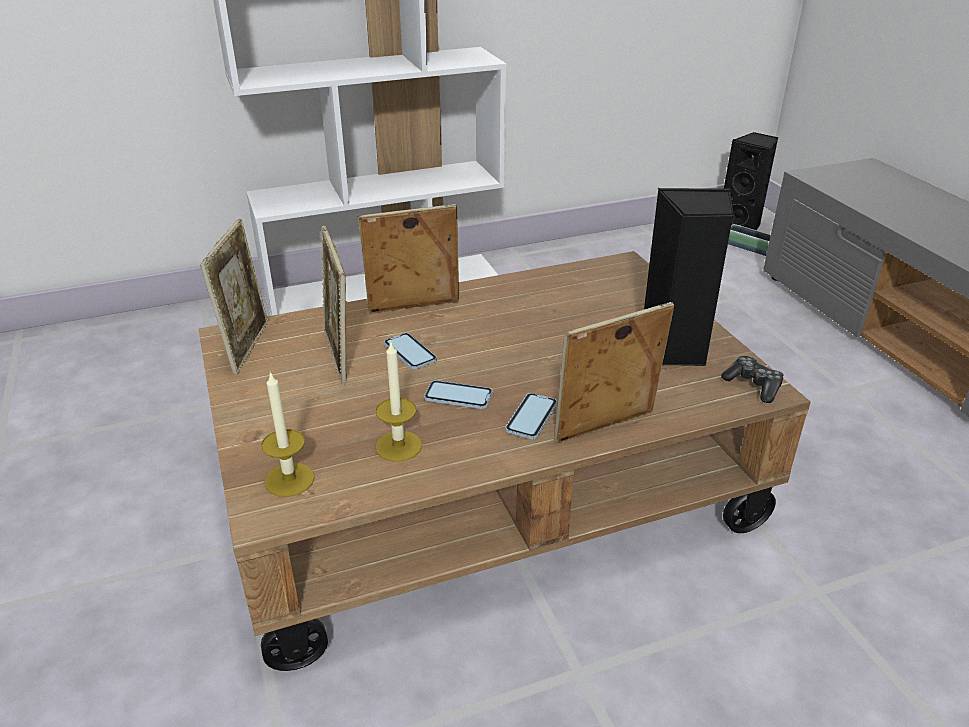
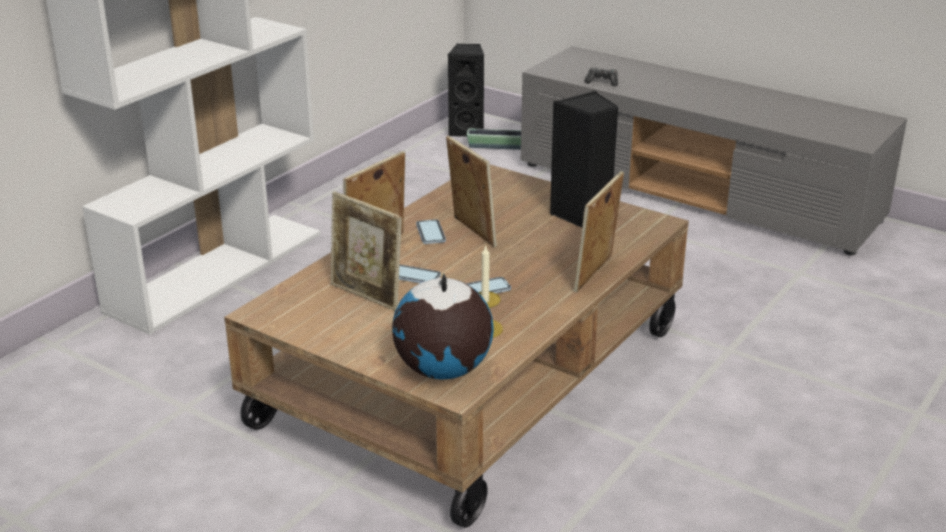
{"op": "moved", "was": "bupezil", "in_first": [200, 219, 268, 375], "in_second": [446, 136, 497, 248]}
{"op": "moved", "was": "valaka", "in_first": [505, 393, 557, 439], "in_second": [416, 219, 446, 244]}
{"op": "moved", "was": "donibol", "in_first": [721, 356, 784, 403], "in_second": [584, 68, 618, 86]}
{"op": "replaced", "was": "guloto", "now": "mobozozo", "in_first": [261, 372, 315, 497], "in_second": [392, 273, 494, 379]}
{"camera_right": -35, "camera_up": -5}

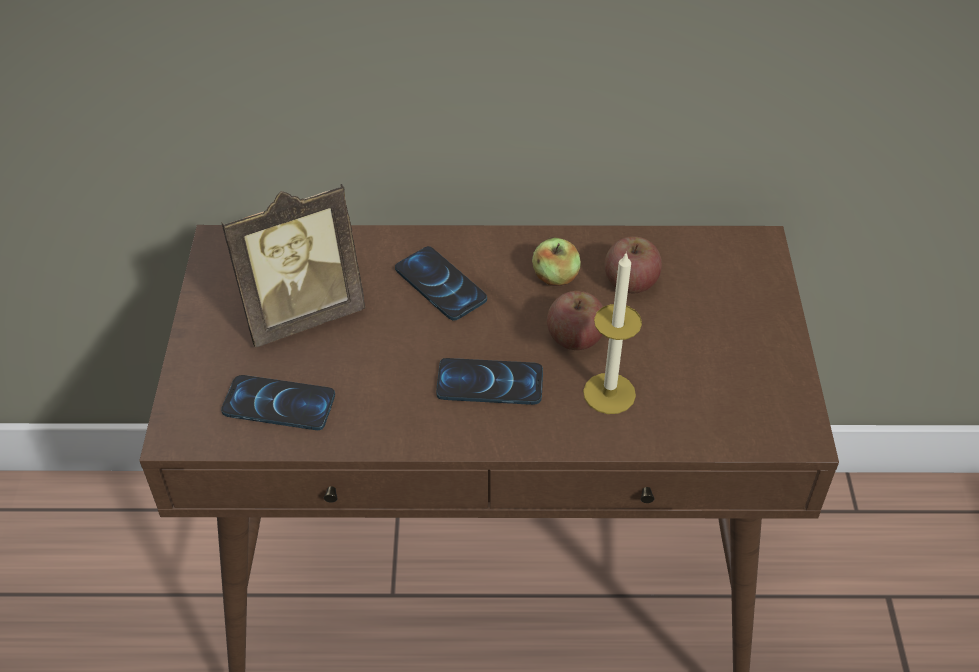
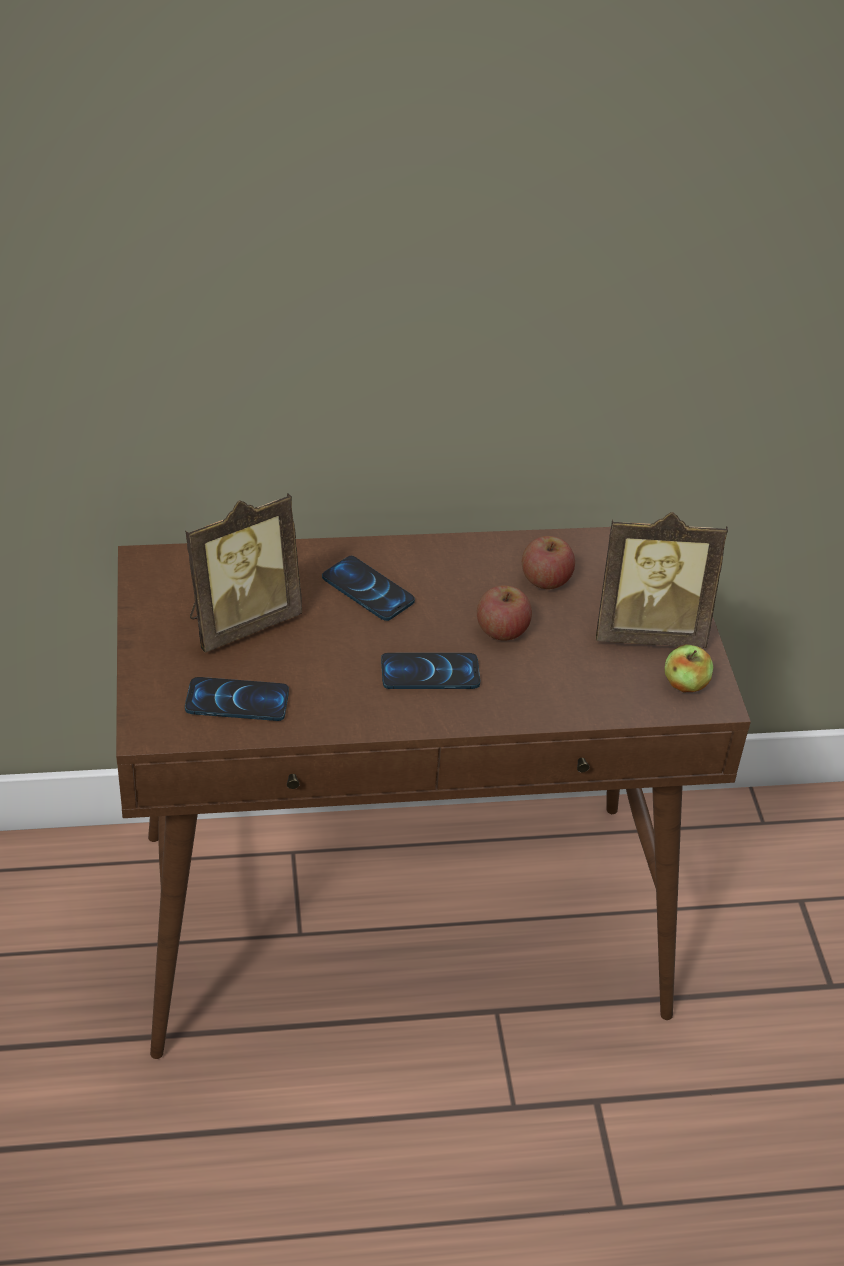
{"op": "removed", "was": "guloto", "in_first": [583, 252, 642, 414]}
{"op": "added", "now": "bupezil", "in_second": [596, 512, 728, 648]}
{"op": "moved", "was": "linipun", "in_first": [532, 237, 581, 286], "in_second": [664, 644, 713, 692]}
{"camera_right": -10, "camera_up": -5}

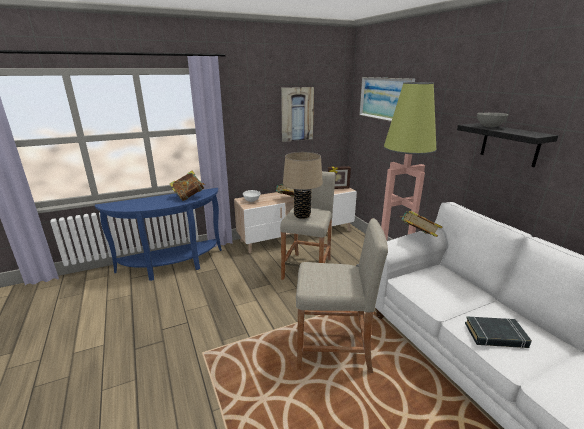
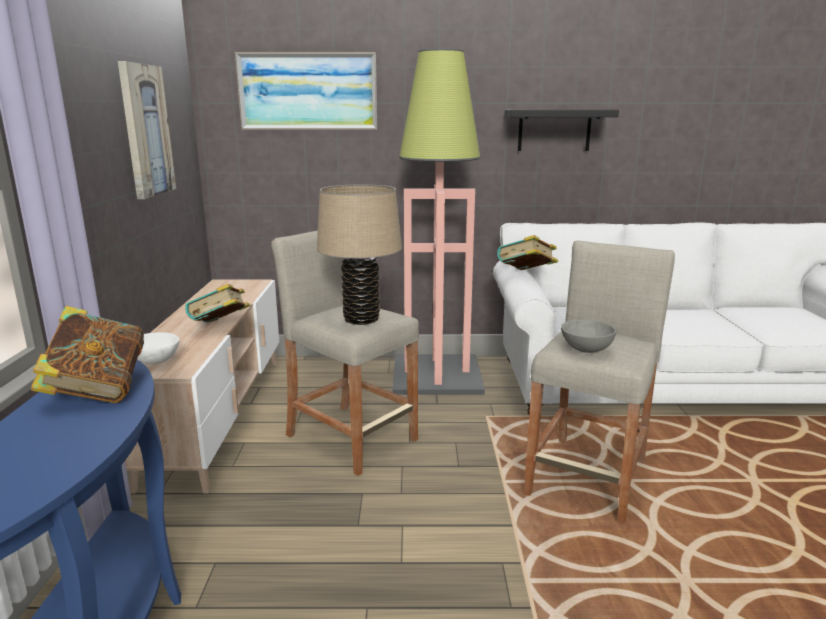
{"op": "removed", "was": "bupezil", "in_first": [328, 166, 351, 189]}
{"op": "removed", "was": "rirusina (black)", "in_first": [465, 316, 532, 349]}
{"op": "moved", "was": "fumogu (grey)", "in_first": [477, 113, 508, 127], "in_second": [561, 319, 617, 353]}
{"camera_right": -65, "camera_up": -5}

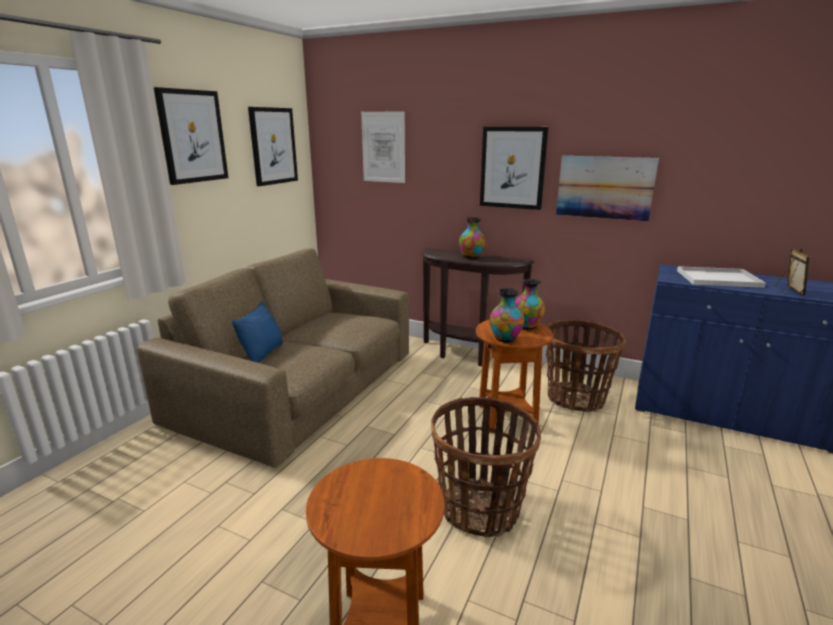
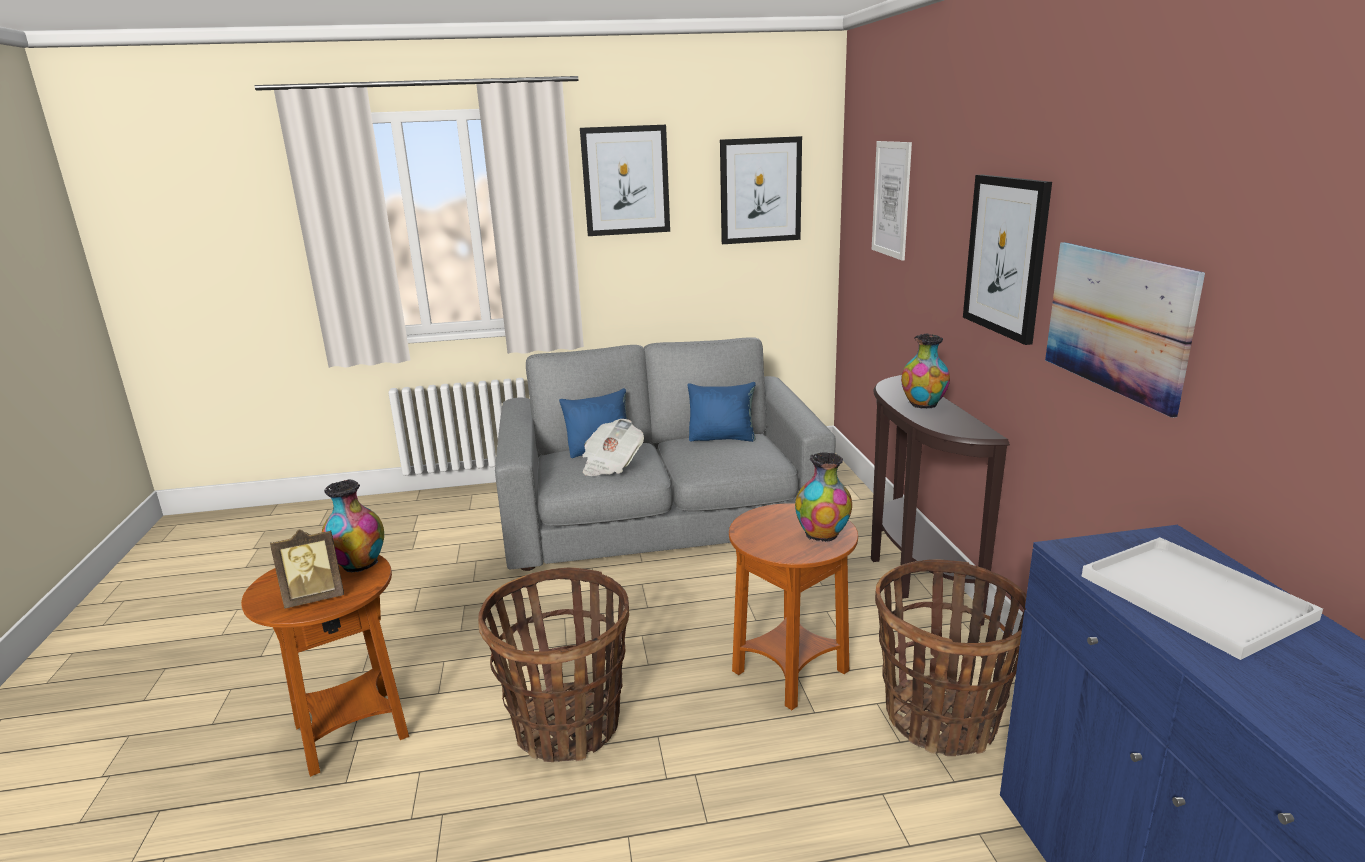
{"op": "added", "now": "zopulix", "in_second": [582, 419, 644, 476]}
{"op": "added", "now": "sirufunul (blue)", "in_second": [687, 382, 756, 442]}
{"op": "moved", "was": "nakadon", "in_first": [490, 288, 524, 343], "in_second": [322, 479, 384, 573]}
{"op": "moved", "was": "bupezil", "in_first": [774, 248, 809, 296], "in_second": [270, 529, 344, 609]}
{"op": "recoloured", "was": "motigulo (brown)", "now": "motigulo (grey)", "in_first": [137, 248, 409, 468], "in_second": [495, 337, 836, 571]}
{"camera_right": 55, "camera_up": 0}

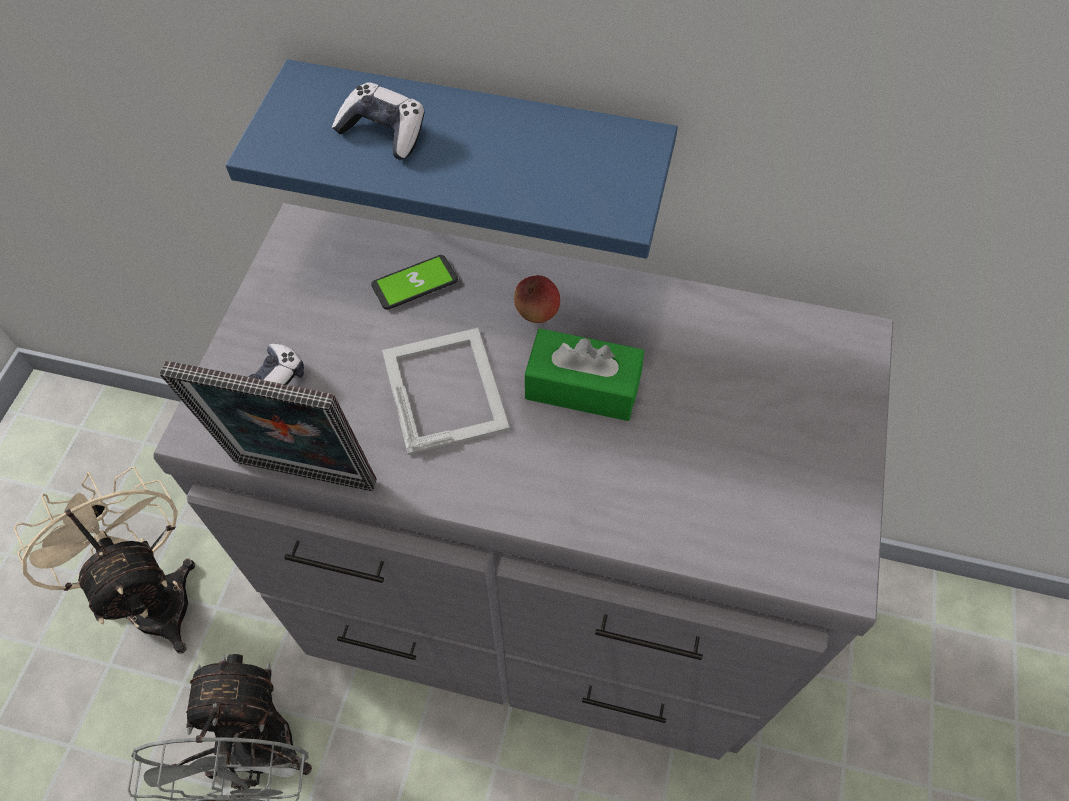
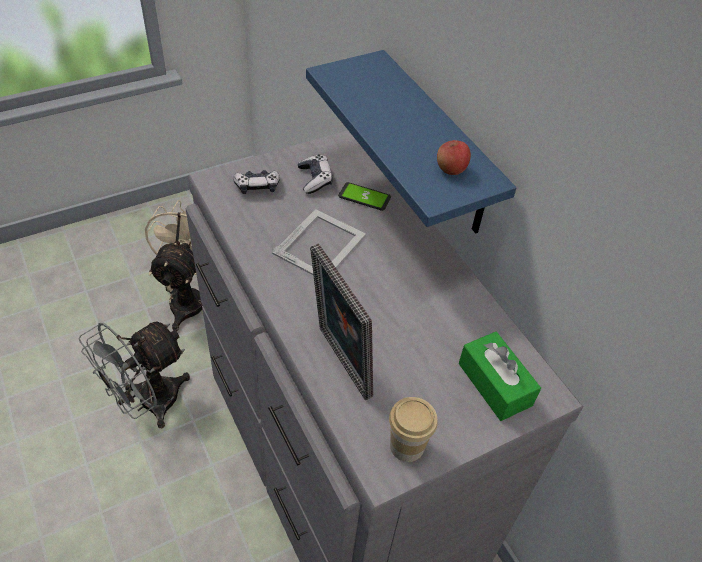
{"op": "added", "now": "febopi", "in_second": [389, 397, 438, 462]}
{"op": "moved", "was": "bupezil", "in_first": [159, 361, 377, 491], "in_second": [310, 243, 373, 400]}
{"op": "moved", "was": "donibol", "in_first": [332, 82, 424, 159], "in_second": [298, 154, 333, 194]}
{"op": "moved", "was": "linipun", "in_first": [514, 275, 560, 323], "in_second": [437, 140, 471, 175]}
{"op": "moved", "was": "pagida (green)", "in_first": [525, 328, 644, 421], "in_second": [459, 332, 541, 421]}
{"camera_right": 45, "camera_up": -10}

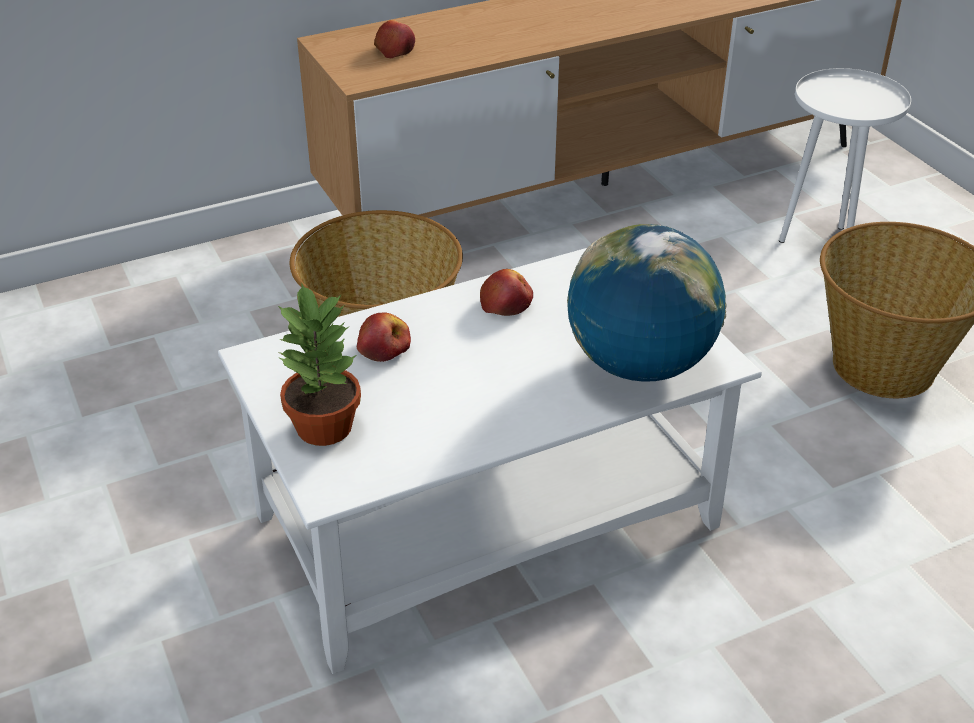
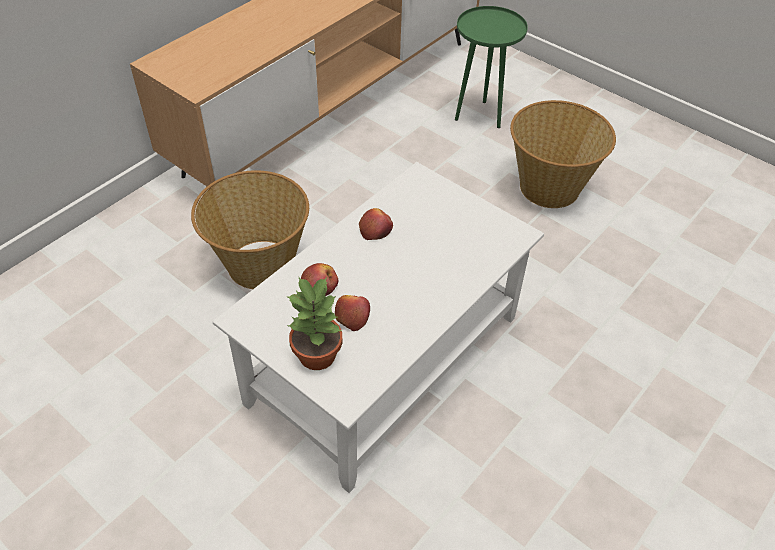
{"op": "removed", "was": "mobozozo", "in_first": [567, 224, 726, 382]}
{"op": "moved", "was": "linipun", "in_first": [374, 20, 415, 59], "in_second": [335, 295, 370, 331]}
{"op": "recoloured", "was": "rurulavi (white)", "now": "rurulavi (green)", "in_first": [779, 68, 911, 243], "in_second": [455, 6, 528, 128]}
{"camera_right": -25, "camera_up": 10}

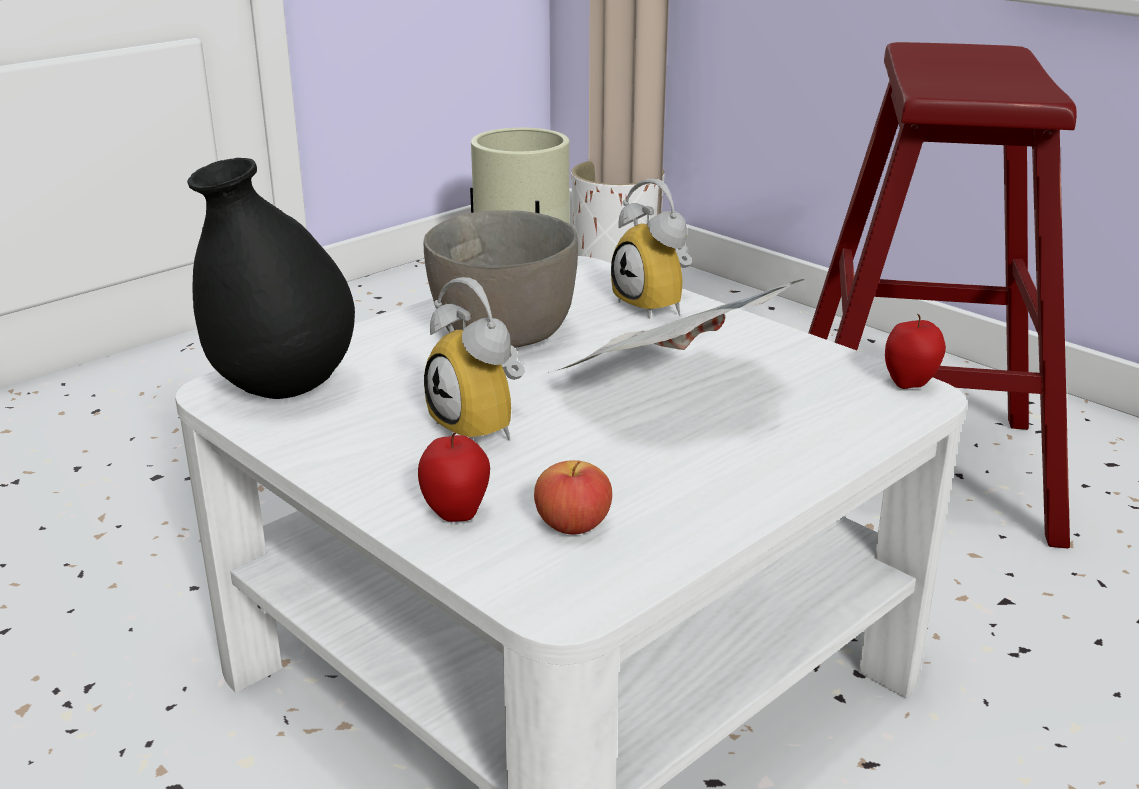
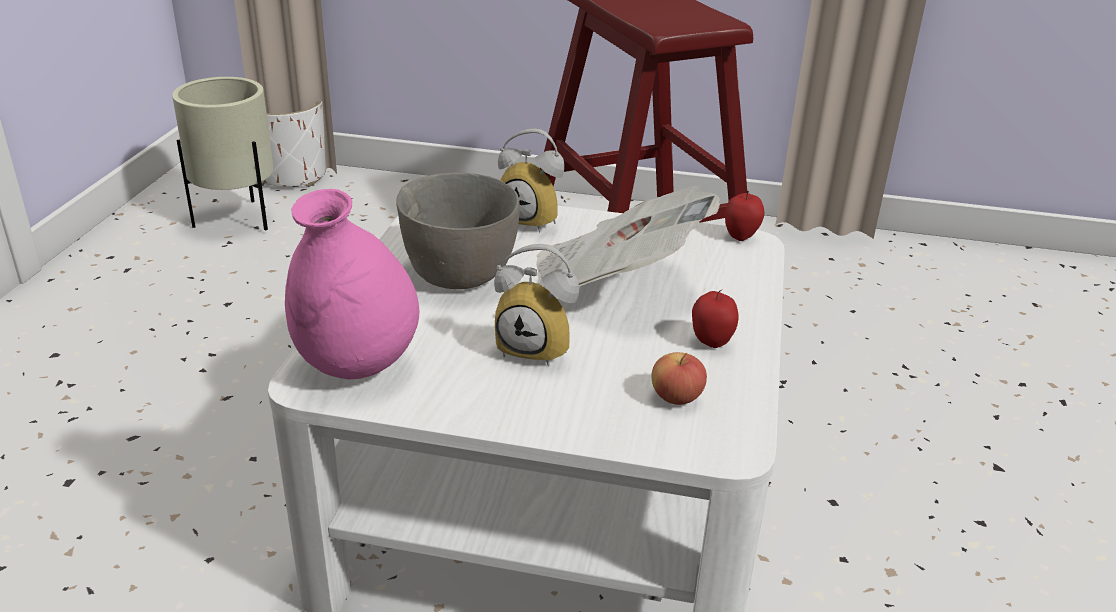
{"op": "moved", "was": "linipun", "in_first": [418, 432, 490, 522], "in_second": [692, 289, 739, 348]}
{"op": "recoloured", "was": "nakadon (black)", "now": "nakadon (pink)", "in_first": [187, 158, 355, 399], "in_second": [285, 189, 419, 380]}
{"camera_right": -35, "camera_up": 5}

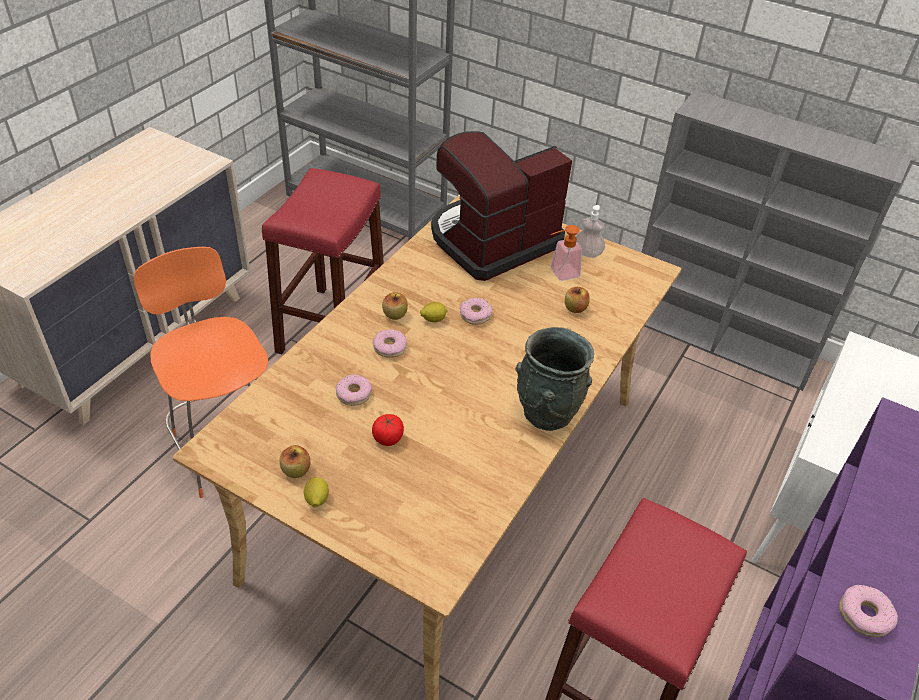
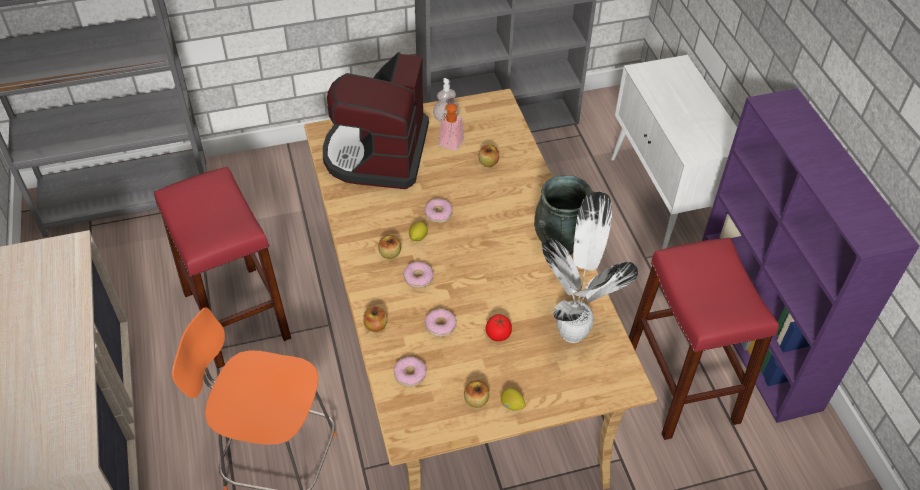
{"op": "added", "now": "linipun", "in_second": [363, 306, 388, 332]}
{"op": "added", "now": "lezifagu", "in_second": [542, 192, 638, 343]}
{"op": "moved", "was": "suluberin", "in_first": [839, 585, 898, 637], "in_second": [394, 356, 427, 387]}
{"camera_right": -45, "camera_up": 5}

